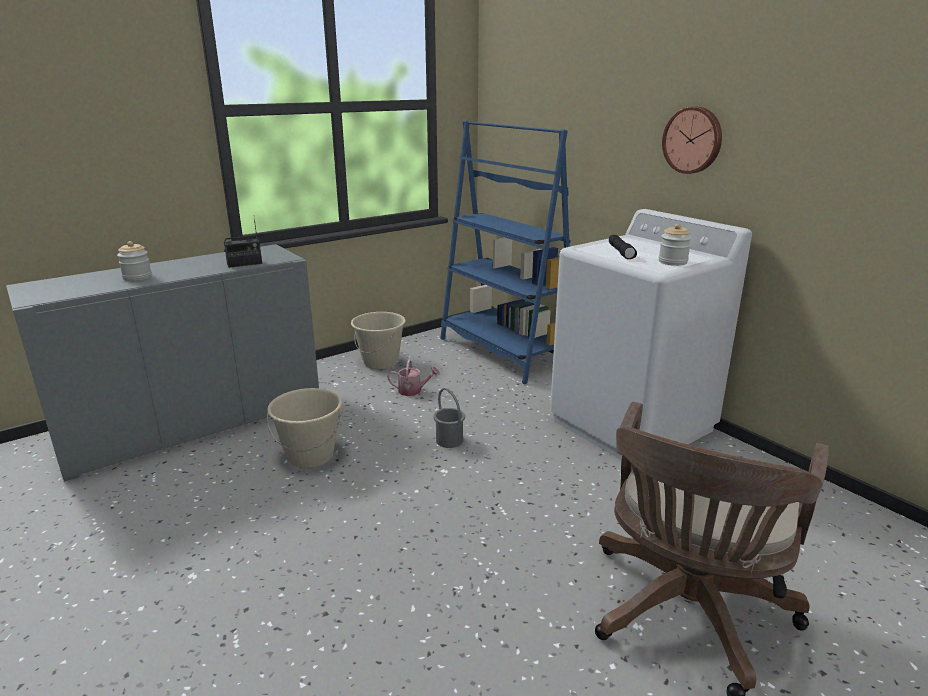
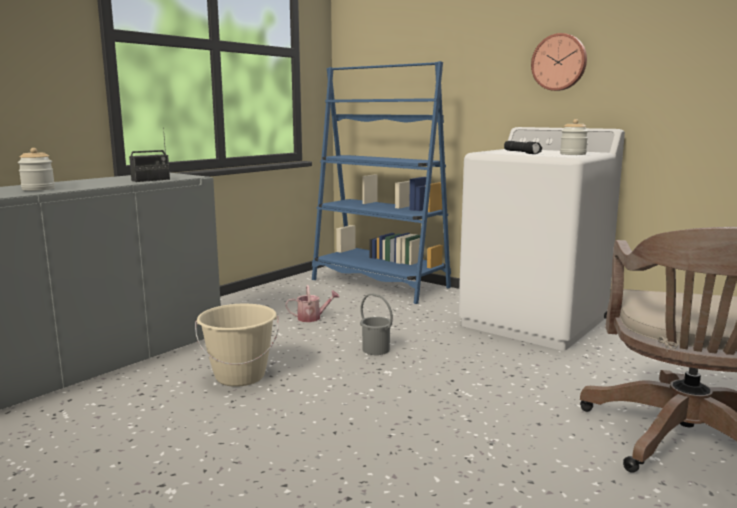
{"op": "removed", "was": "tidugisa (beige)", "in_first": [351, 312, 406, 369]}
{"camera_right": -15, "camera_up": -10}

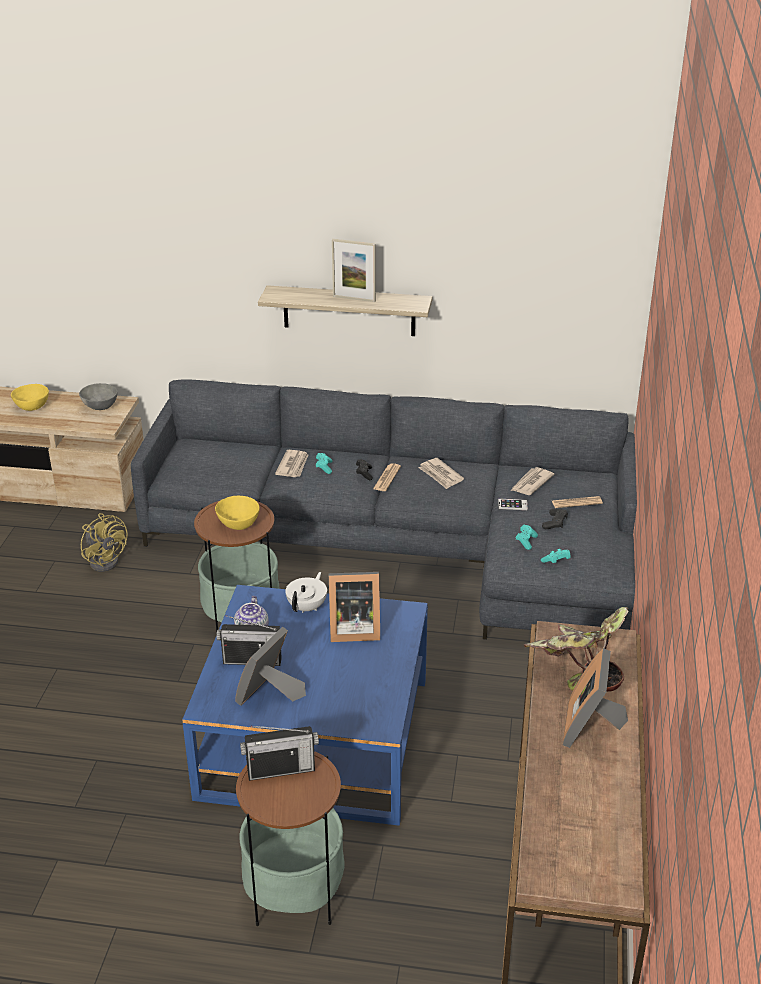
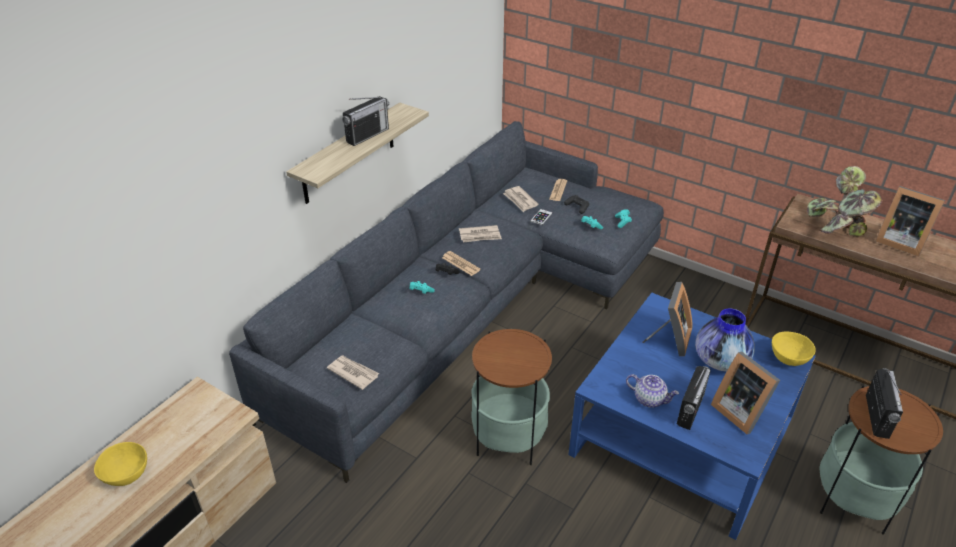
{"op": "removed", "was": "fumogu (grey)", "in_first": [79, 383, 118, 410]}
{"op": "removed", "was": "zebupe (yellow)", "in_first": [81, 513, 128, 572]}
{"op": "removed", "was": "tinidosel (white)", "in_first": [285, 572, 327, 613]}
{"op": "added", "now": "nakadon", "in_second": [695, 309, 755, 371]}
{"op": "moved", "was": "fumogu (yellow)", "in_first": [215, 496, 260, 530], "in_second": [772, 331, 816, 366]}
{"op": "moved", "was": "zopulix", "in_first": [275, 450, 308, 477], "in_second": [327, 356, 379, 390]}
{"op": "replaced", "was": "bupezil", "now": "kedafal", "in_first": [332, 239, 376, 302], "in_second": [342, 96, 389, 146]}
{"camera_right": -65, "camera_up": 5}

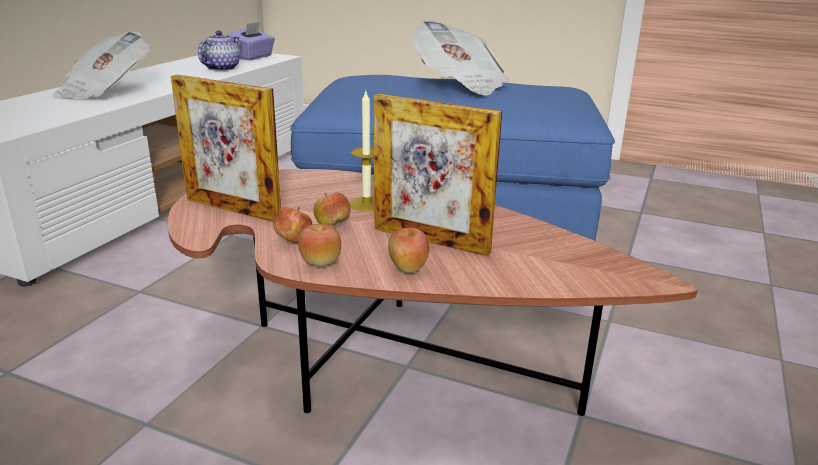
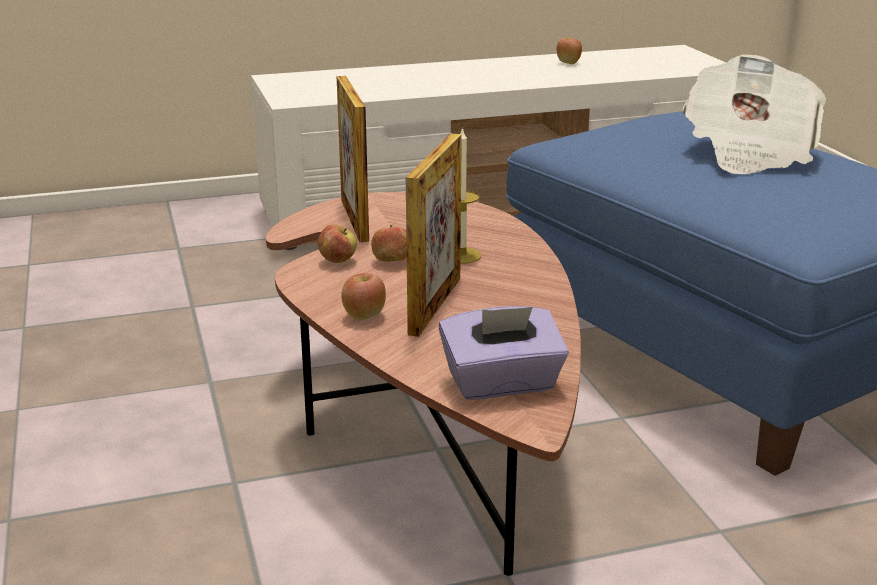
{"op": "removed", "was": "zopulix", "in_first": [53, 31, 150, 100]}
{"op": "removed", "was": "tinidosel", "in_first": [198, 31, 240, 71]}
{"op": "moved", "was": "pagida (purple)", "in_first": [227, 22, 275, 60], "in_second": [439, 306, 569, 400]}
{"op": "moved", "was": "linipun", "in_first": [298, 224, 341, 266], "in_second": [557, 38, 582, 64]}
{"op": "turned", "was": "bupezil", "in_first": [374, 94, 502, 256], "in_second": [406, 133, 462, 337], "clockwise": -150}
{"camera_right": 50, "camera_up": 0}

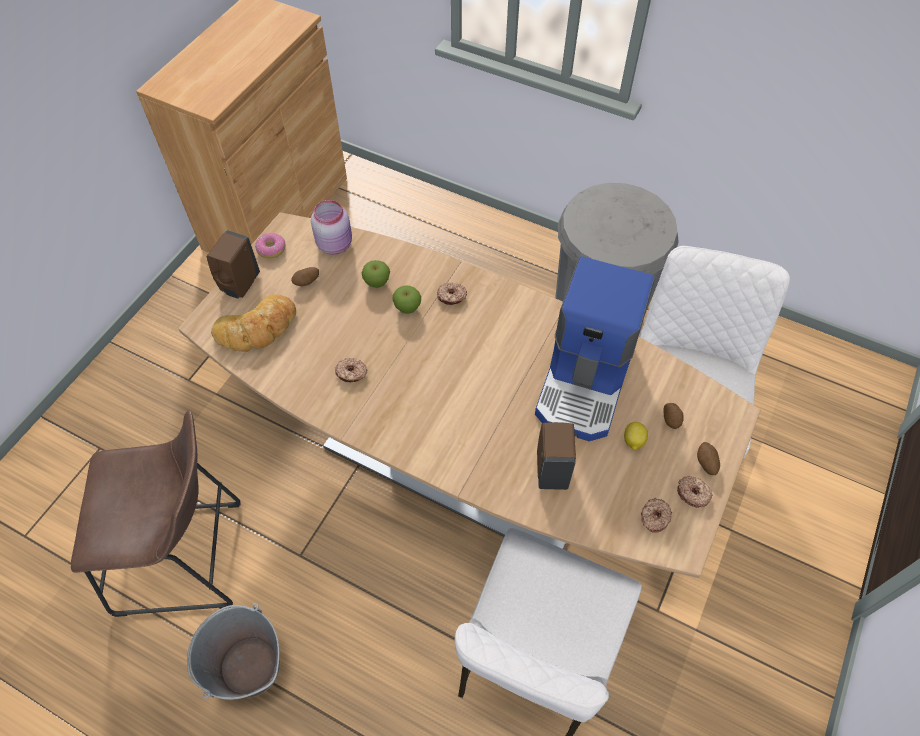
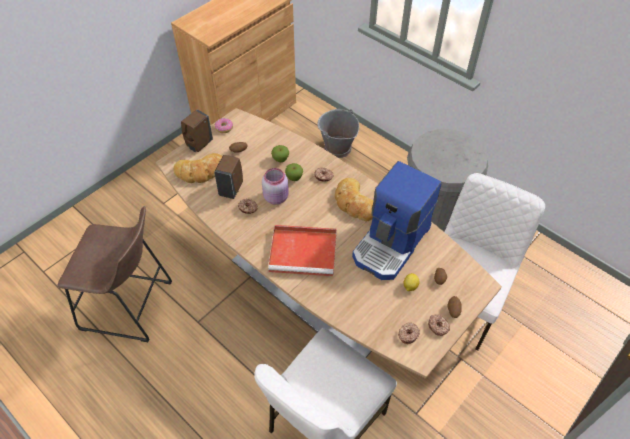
{"op": "added", "now": "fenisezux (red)", "in_second": [268, 225, 337, 276]}
{"op": "added", "now": "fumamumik", "in_second": [335, 178, 373, 221]}
{"op": "moved", "was": "tidugisa (grey)", "in_first": [187, 603, 280, 700], "in_second": [317, 109, 359, 158]}
{"op": "moved", "was": "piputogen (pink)", "in_first": [311, 200, 352, 255], "in_second": [262, 168, 289, 205]}
{"op": "moved", "was": "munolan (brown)", "in_first": [537, 422, 576, 490], "in_second": [214, 155, 243, 199]}
{"camera_right": 15, "camera_up": -5}

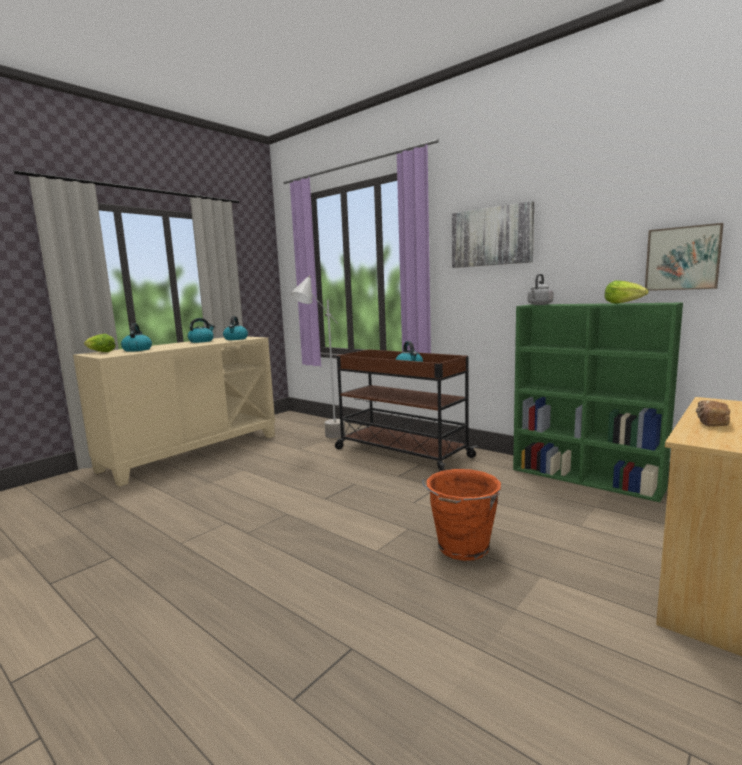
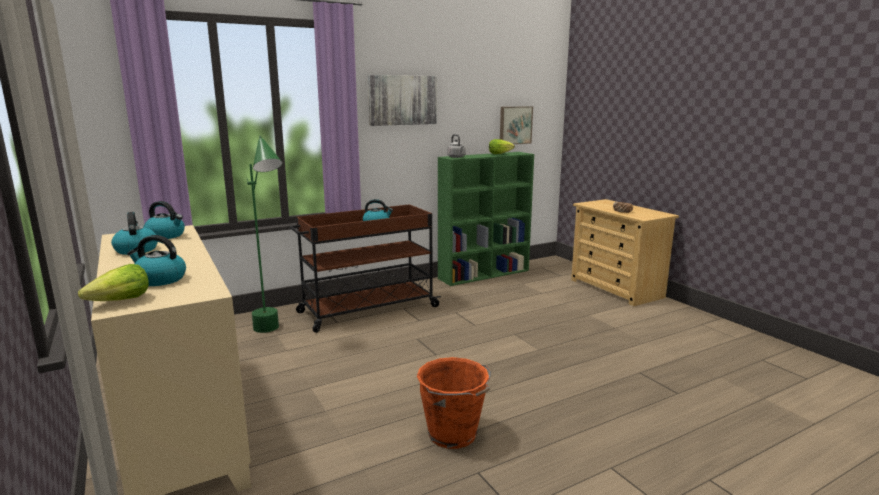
{"op": "moved", "was": "tidugisa (orange)", "in_first": [422, 469, 501, 561], "in_second": [417, 357, 491, 449]}
{"op": "recoloured", "was": "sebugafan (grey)", "now": "sebugafan (green)", "in_first": [291, 275, 345, 438], "in_second": [247, 136, 282, 333]}
{"camera_right": -70, "camera_up": 5}

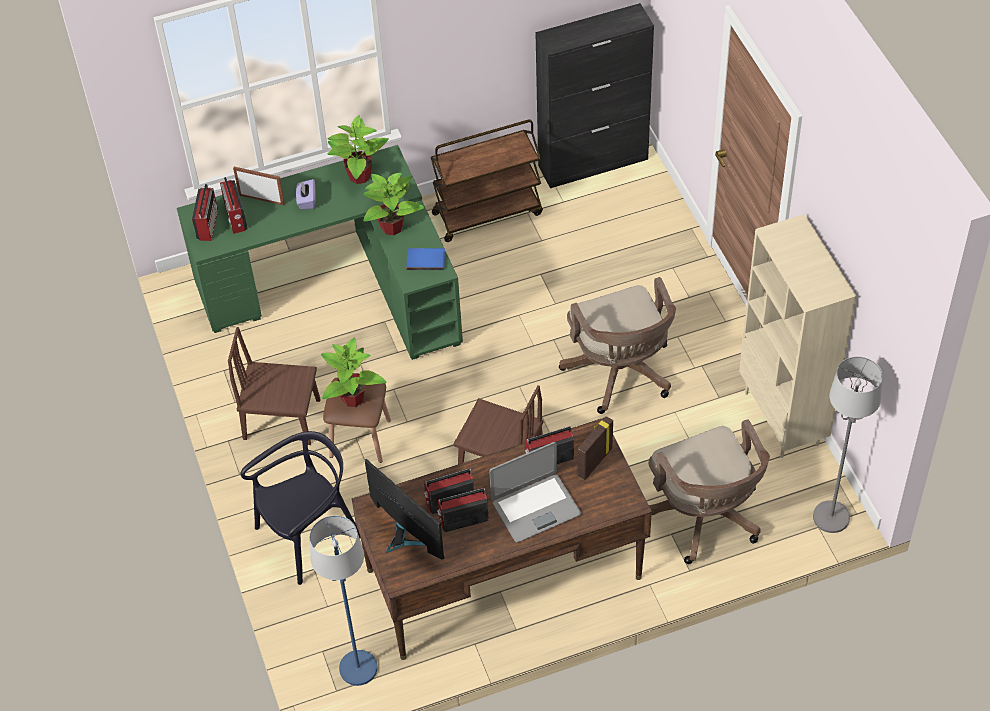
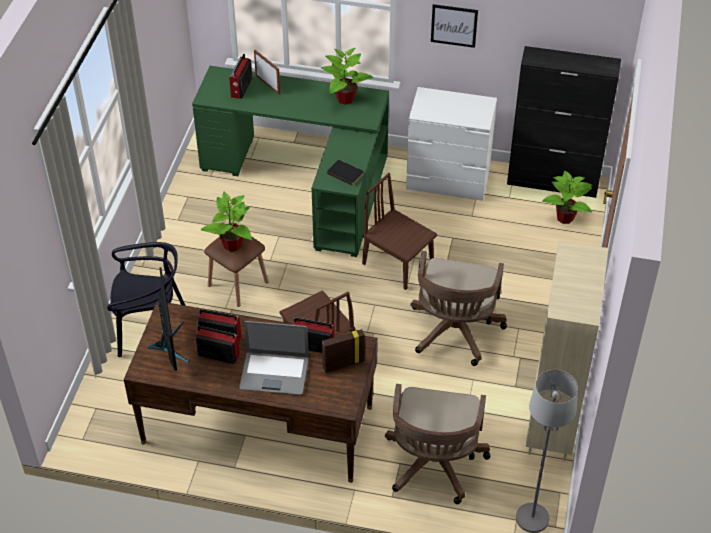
{"op": "removed", "was": "kedafal", "in_first": [192, 184, 218, 241]}
{"op": "removed", "was": "pagida (purple)", "in_first": [296, 179, 315, 210]}
{"op": "removed", "was": "sebugafan (blue)", "in_first": [310, 515, 377, 686]}
{"op": "added", "now": "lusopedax", "in_second": [431, 4, 478, 48]}
{"op": "moved", "was": "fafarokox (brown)", "in_first": [228, 327, 320, 445], "in_second": [362, 173, 437, 290]}
{"op": "moved", "was": "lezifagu", "in_first": [363, 173, 425, 235], "in_second": [542, 171, 593, 224]}
{"op": "replaced", "was": "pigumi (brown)", "now": "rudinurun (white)", "in_first": [430, 119, 543, 242], "in_second": [406, 87, 497, 201]}
{"op": "recoloured", "was": "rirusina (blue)", "now": "rirusina (black)", "in_first": [406, 248, 445, 270], "in_second": [327, 160, 364, 186]}
{"camera_right": 30, "camera_up": -5}

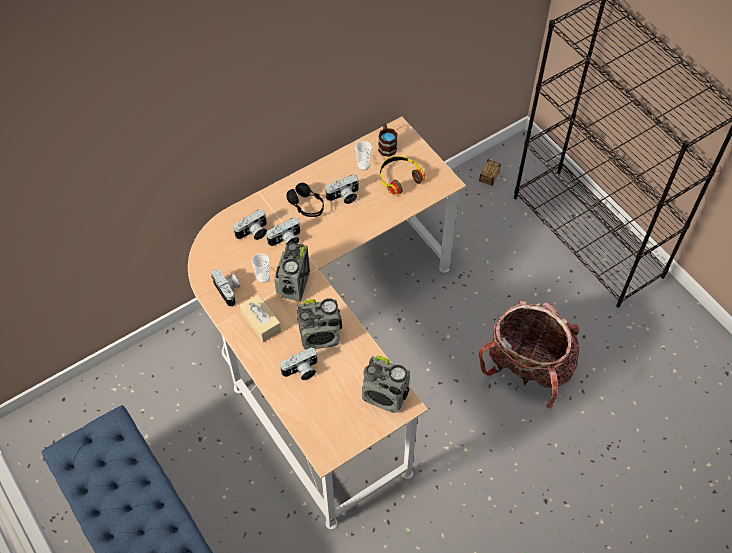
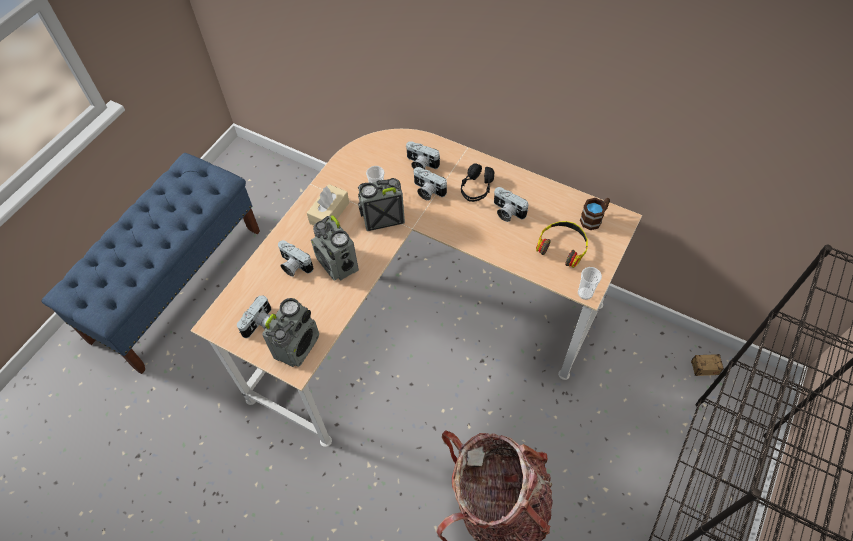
{"op": "moved", "was": "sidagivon", "in_first": [211, 269, 240, 307], "in_second": [237, 295, 272, 338]}
{"op": "moved", "was": "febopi", "in_first": [355, 141, 372, 170], "in_second": [578, 267, 602, 300]}
{"op": "turned", "was": "kedafal", "in_first": [362, 356, 410, 413], "in_second": [262, 298, 319, 367], "clockwise": -150}
{"camera_right": 65, "camera_up": 0}

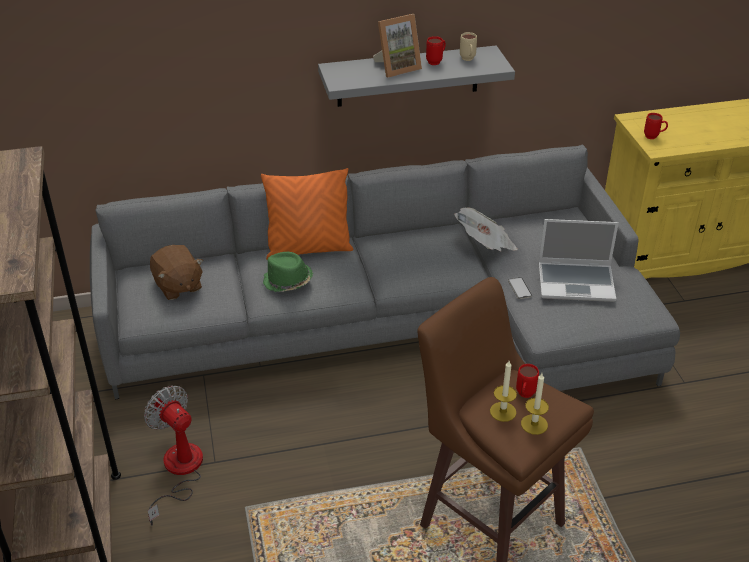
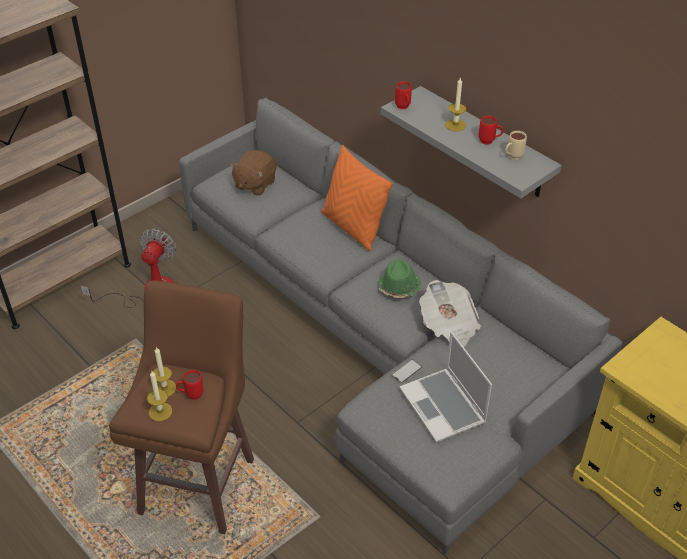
{"op": "moved", "was": "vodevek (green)", "in_first": [263, 252, 313, 292], "in_second": [378, 259, 421, 298]}
{"op": "moved", "was": "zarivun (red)", "in_first": [644, 113, 668, 139], "in_second": [395, 82, 412, 109]}
{"op": "replaced", "was": "bupezil", "now": "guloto", "in_first": [373, 14, 422, 77], "in_second": [445, 78, 466, 131]}
{"camera_right": 60, "camera_up": 5}

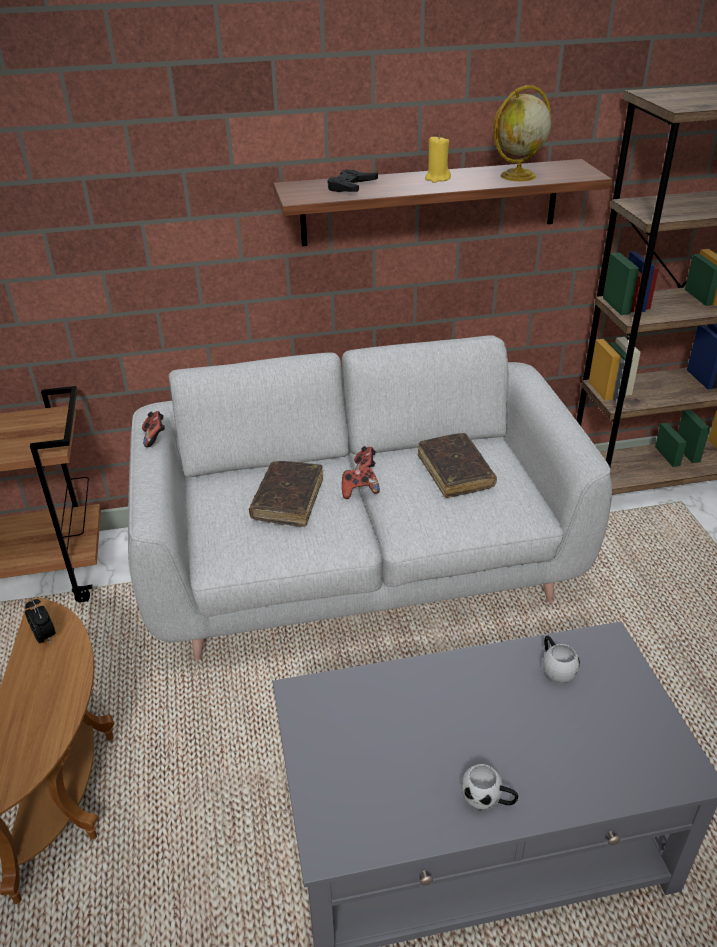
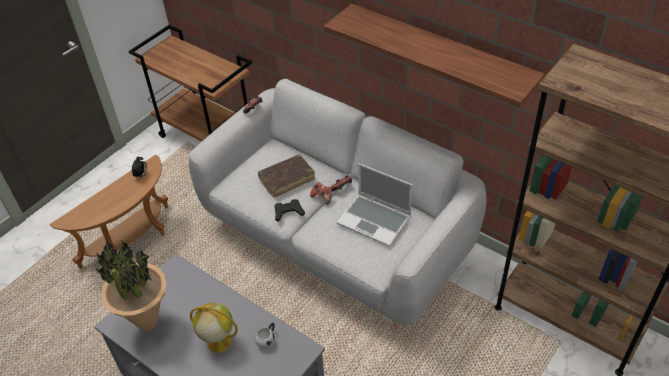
{"op": "removed", "was": "guloto (yellow)", "in_first": [425, 135, 451, 183]}
{"op": "removed", "was": "zarivun (white)", "in_first": [461, 764, 518, 810]}
{"op": "added", "now": "lezifagu", "in_second": [96, 240, 166, 331]}
{"op": "moved", "was": "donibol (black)", "in_first": [328, 169, 378, 192], "in_second": [274, 199, 305, 222]}
{"op": "moved", "was": "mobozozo", "in_first": [493, 85, 551, 181], "in_second": [190, 303, 238, 353]}
{"op": "replaced", "was": "rirusina (brown)", "now": "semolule", "in_first": [418, 433, 497, 498], "in_second": [337, 163, 412, 247]}
{"camera_right": 50, "camera_up": 10}

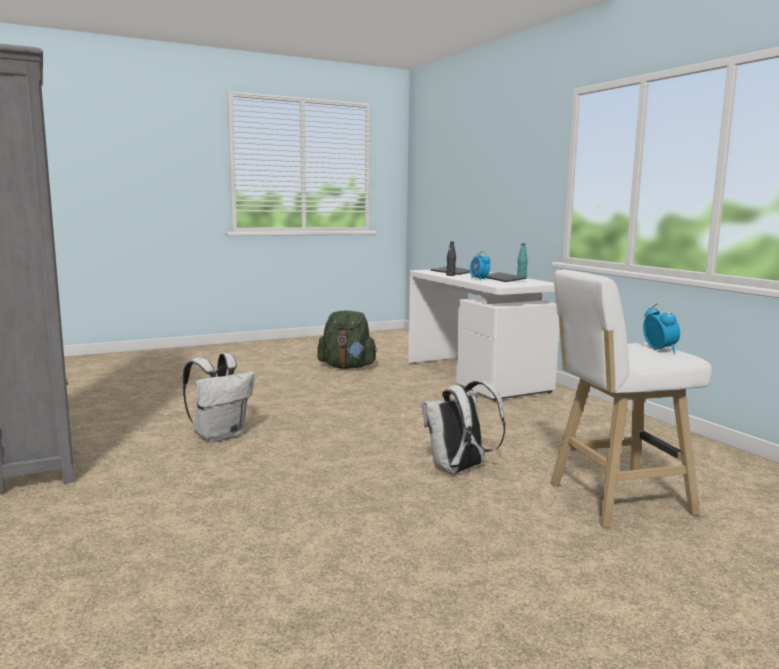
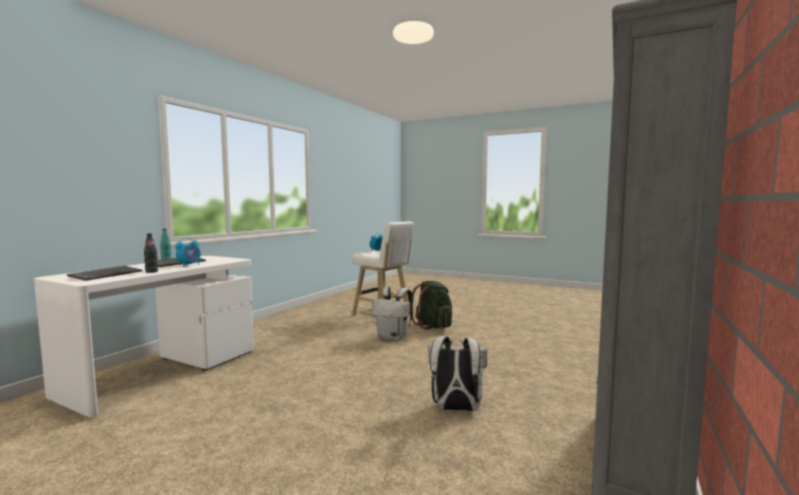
{"op": "moved", "was": "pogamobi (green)", "in_first": [317, 311, 378, 369], "in_second": [410, 281, 452, 329]}
{"camera_right": -125, "camera_up": -5}

